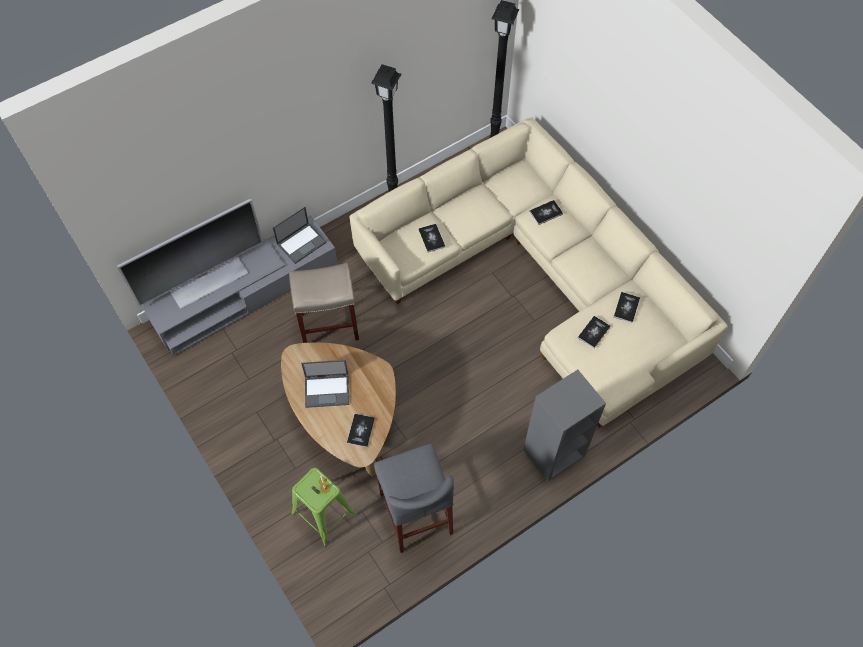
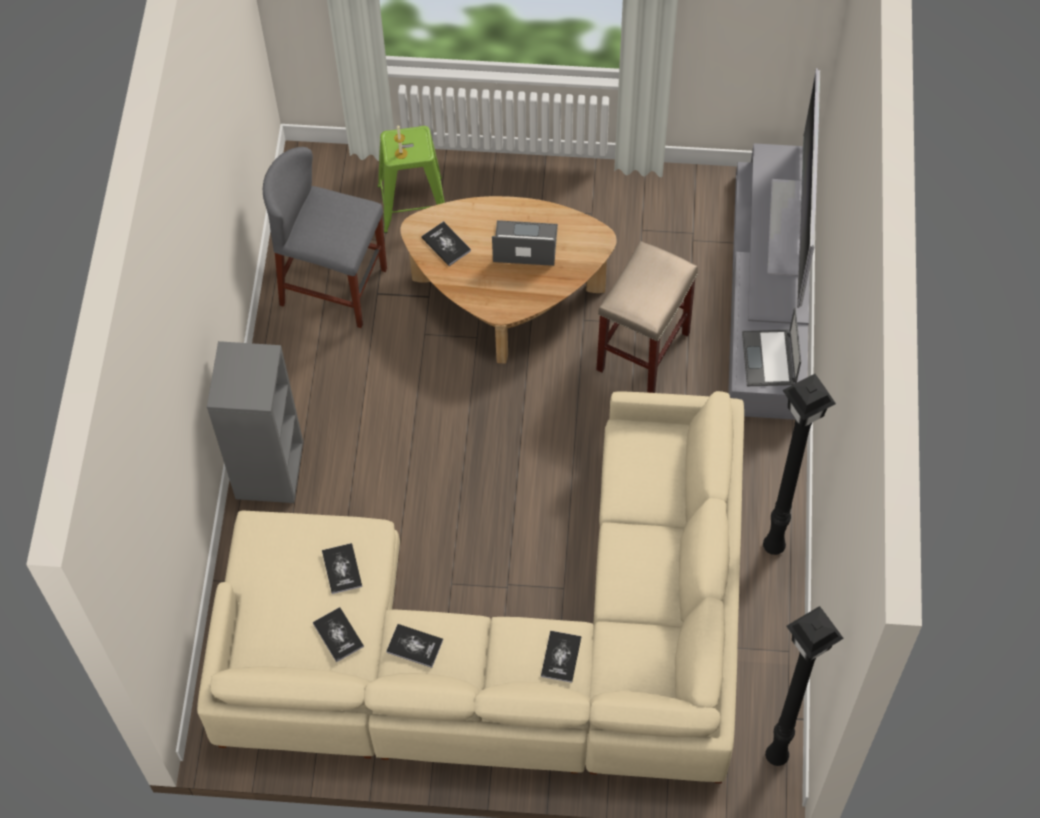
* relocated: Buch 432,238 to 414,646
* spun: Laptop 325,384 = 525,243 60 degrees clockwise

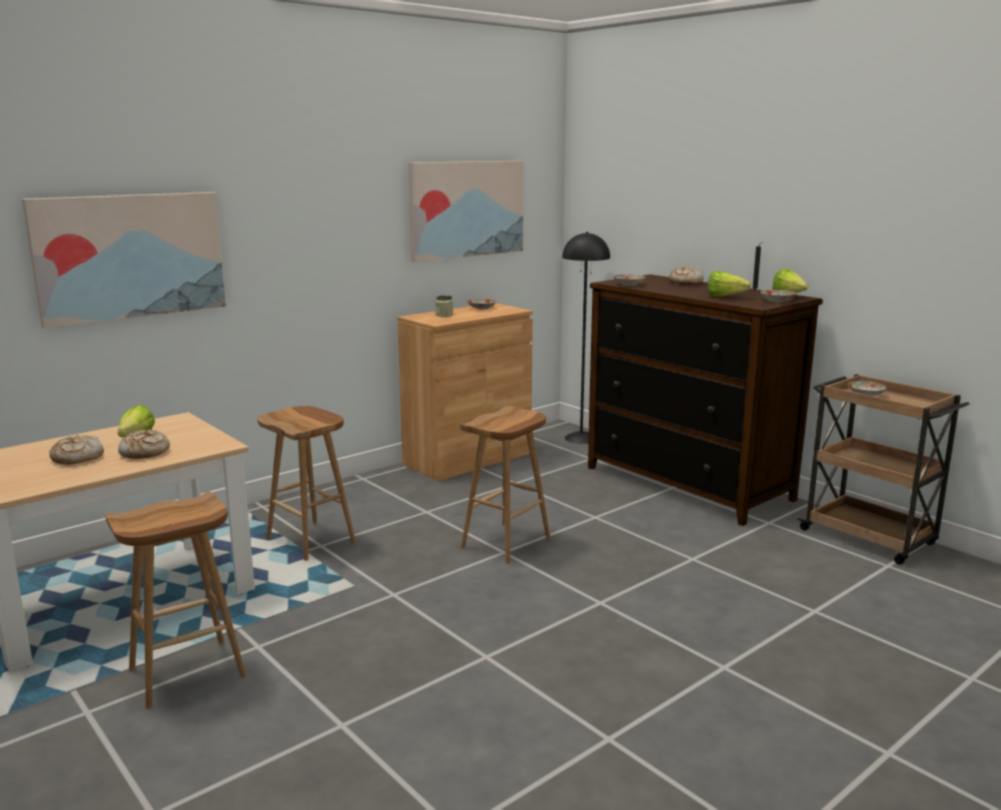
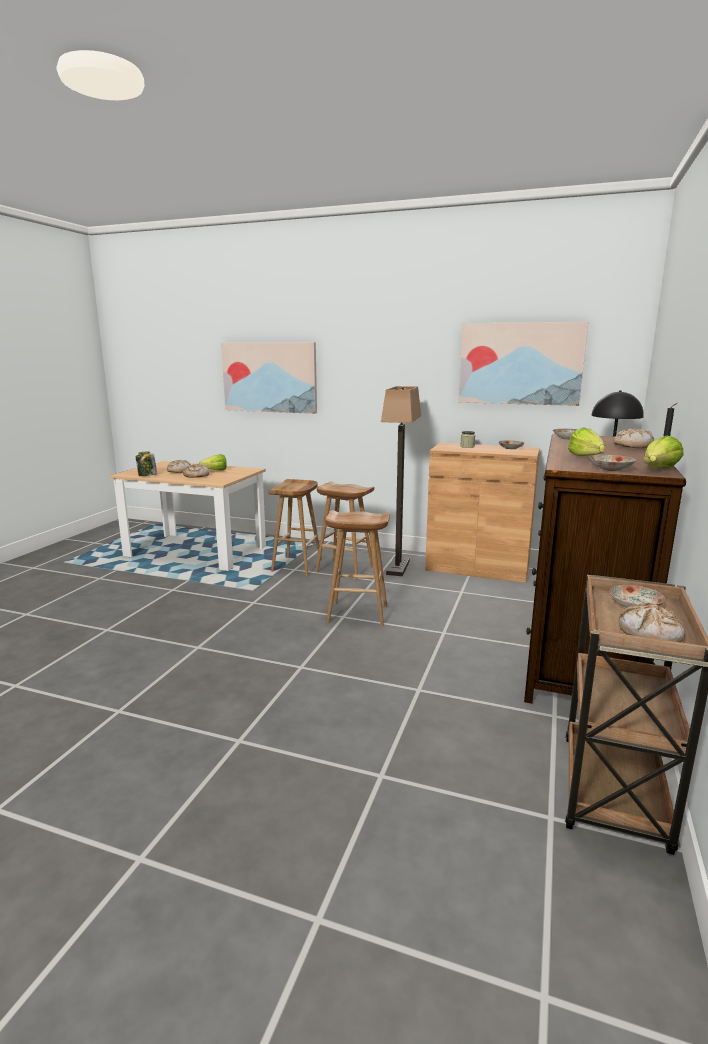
* relocated: Hocker/braun 175,600 to 344,531
* appeared: Stehlampe 401,481
* appeared: Vorratsglas 146,463
* appeared: Brot 652,622

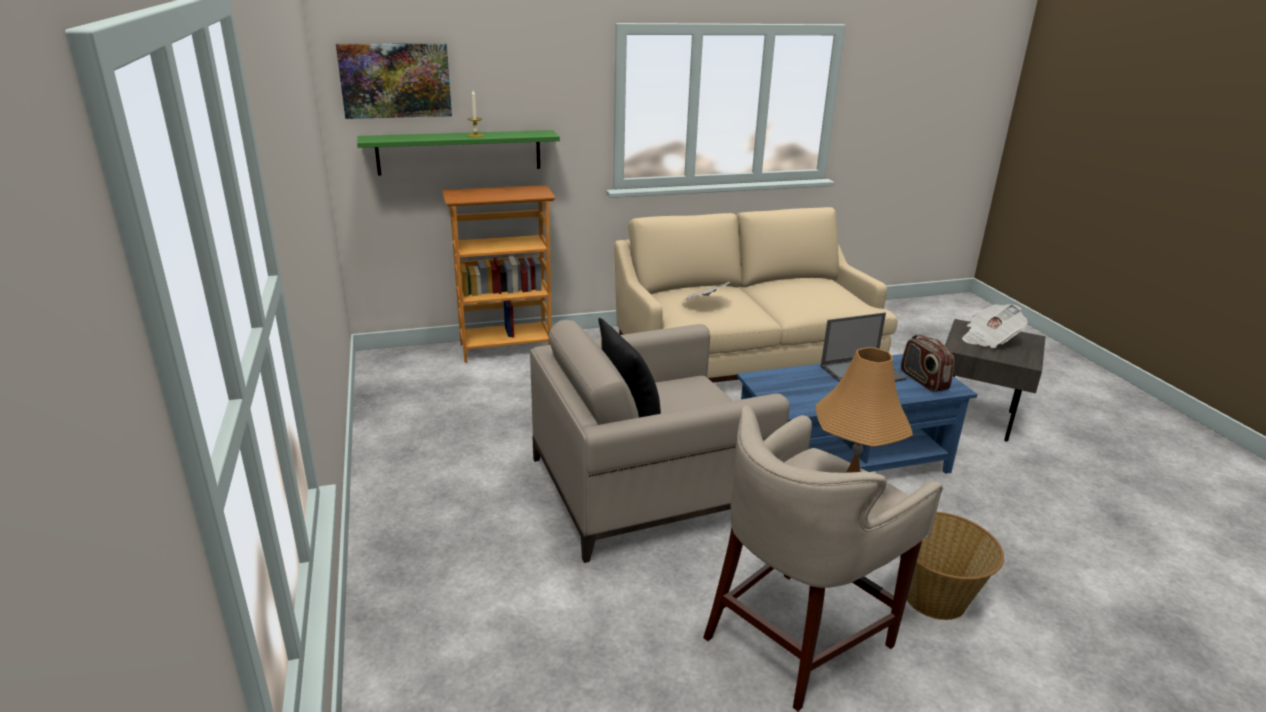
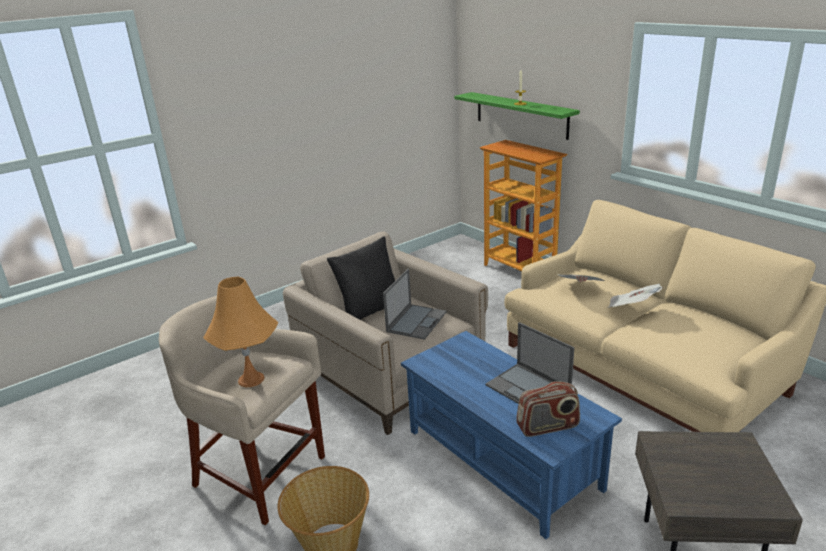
* missing: Bild 394,81
* relocated: Zeitung 995,326 to 635,296
* spun: Radio 927,363 = 548,409 150 degrees counterclockwise
* appeared: Laptop 415,304

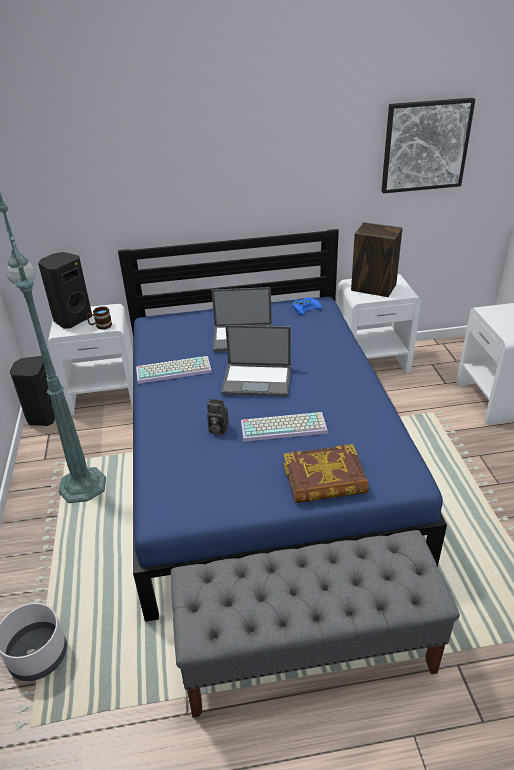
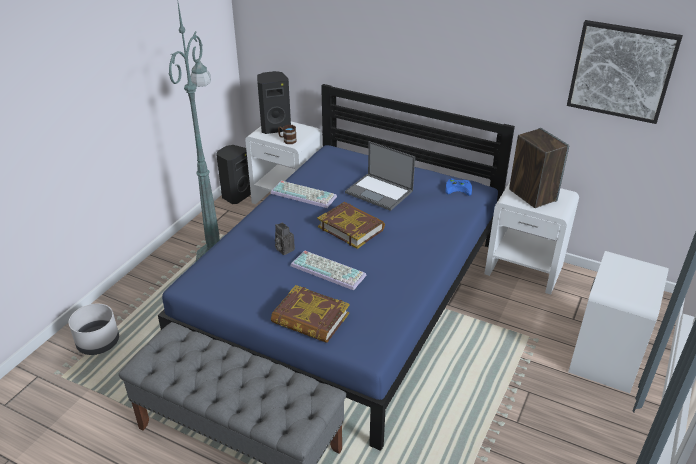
* exchanged: Laptop 256,361 to Buch 351,225

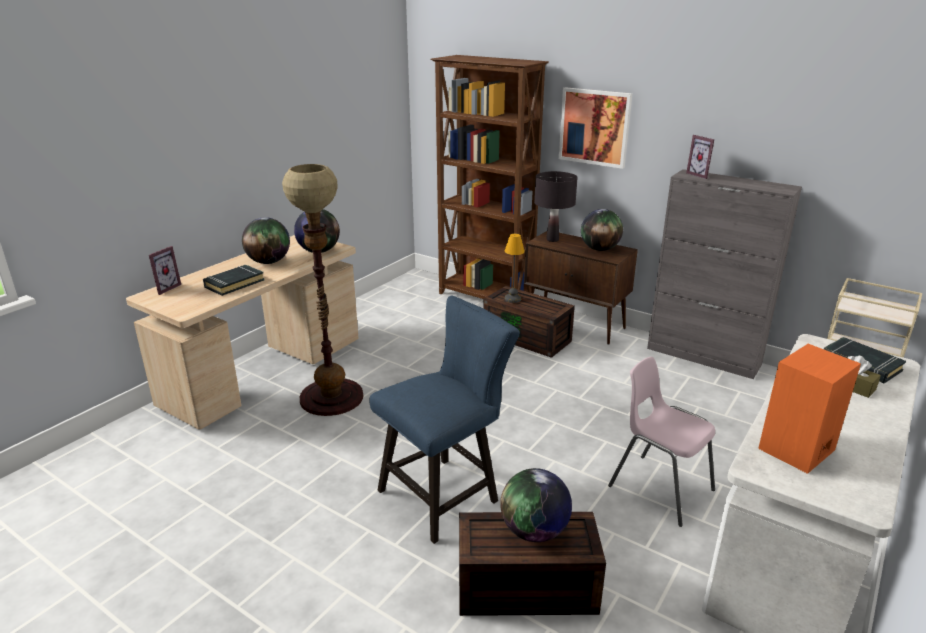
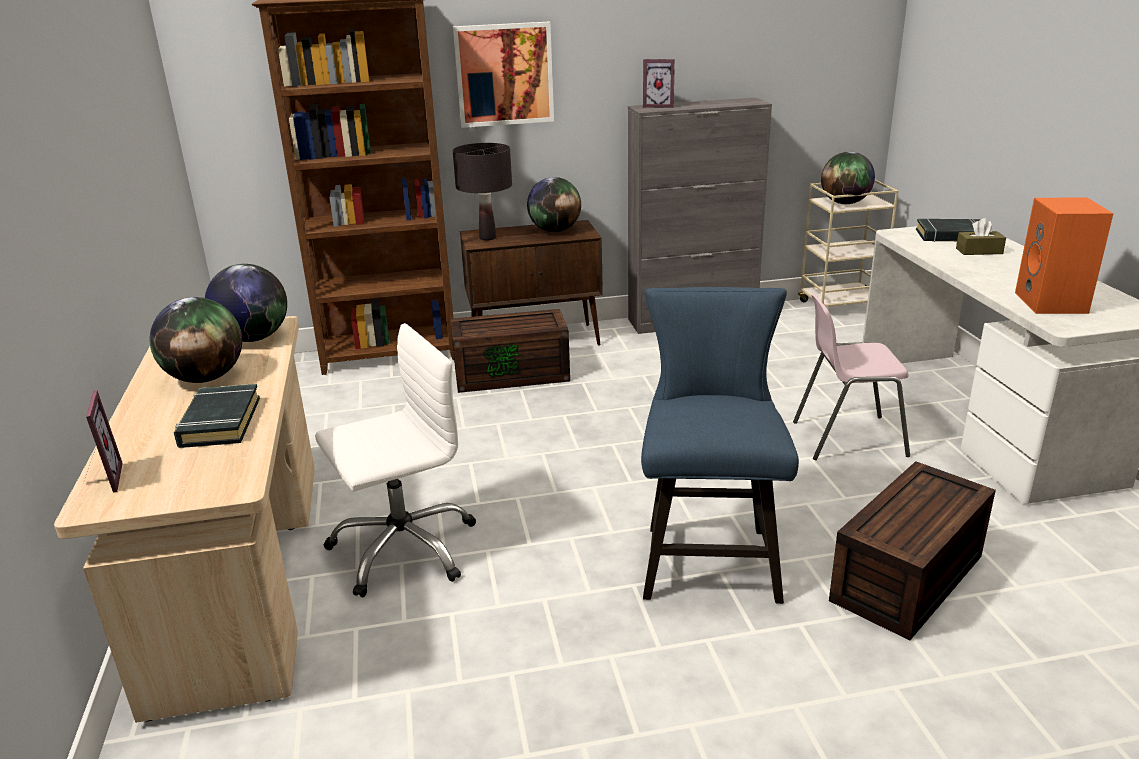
* exchanged: Stehlampe 323,290 to Bürostuhl/weiß 395,460
* missing: Tischlampe 515,268
* relocated: Globus 536,505 to 848,178

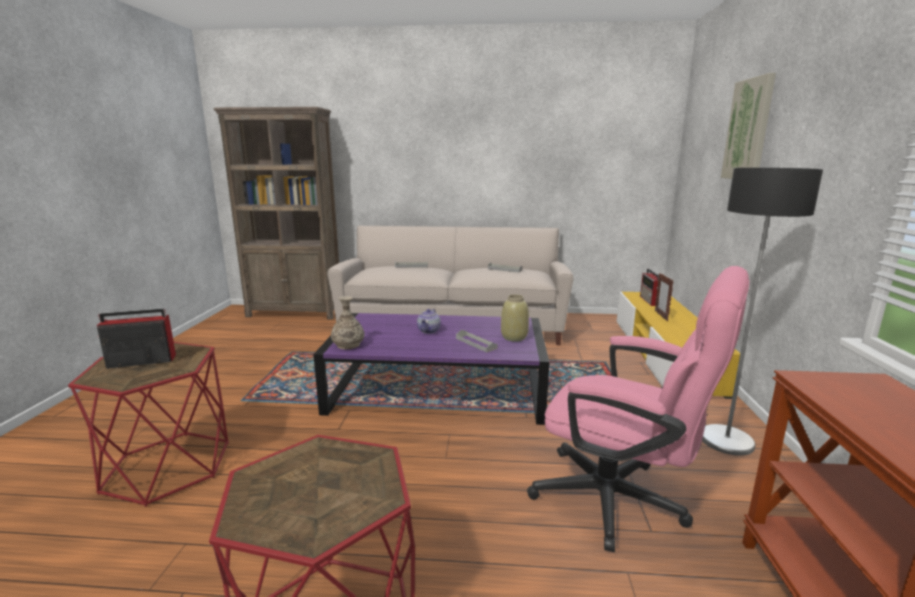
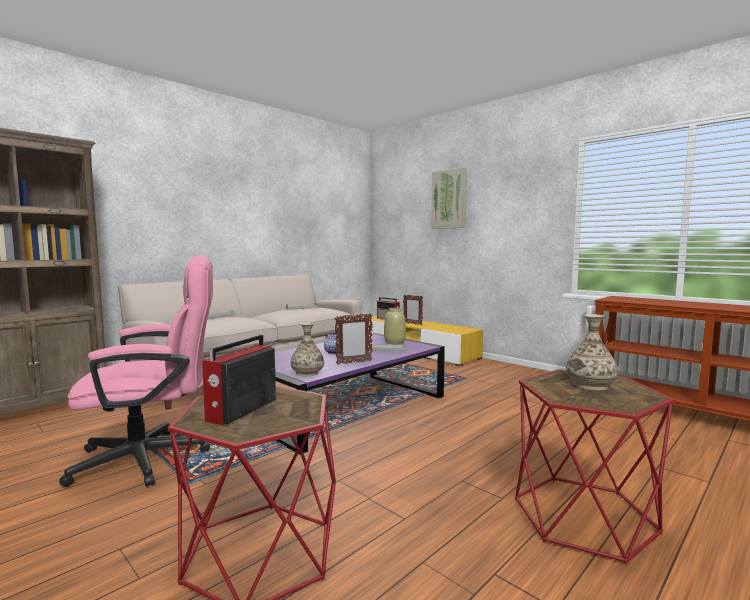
* missing: Stehlampe 762,312
* relocated: Bürostuhl/rosa 638,409 to 136,371
* appeared: Bilderrahmen 354,339
* appeared: Vase 592,352

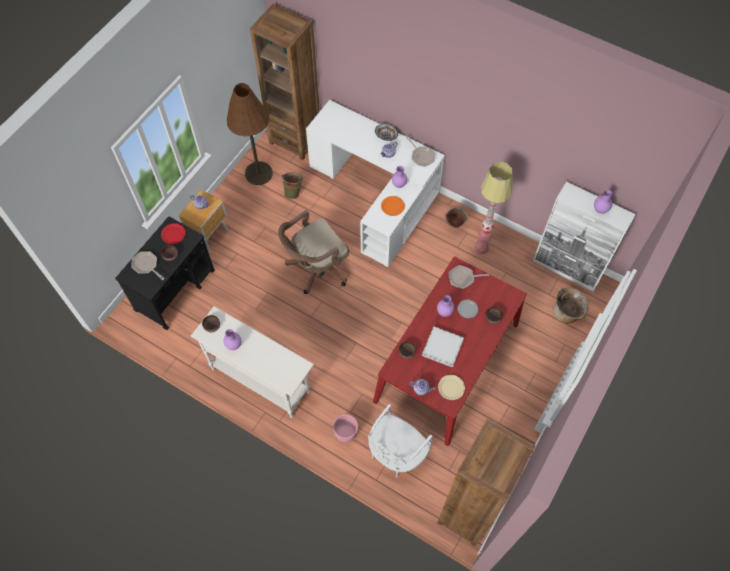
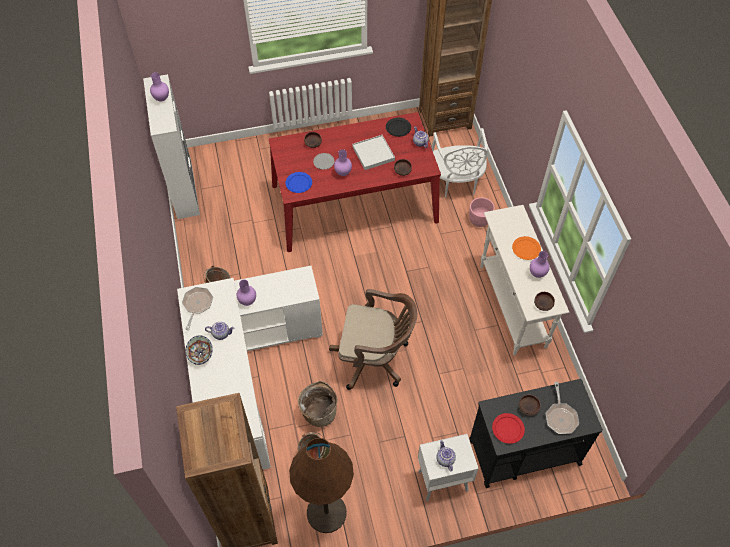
* missing: Stehlampe 494,208
* colour: Nachttisch/braun 204,221 to Nachttisch/weiß 448,467
* relocated: Teller/orange 393,206 to 526,248
* exchanged: Pfanne 469,277 to Teller/blau 299,182
* relocated: Korb 571,306 to 318,404
* colour: Teller/beige 451,387 to Teller/schwarz 398,127
* spun: Stuhl/weiß 400,440 = 459,163 90 degrees clockwise

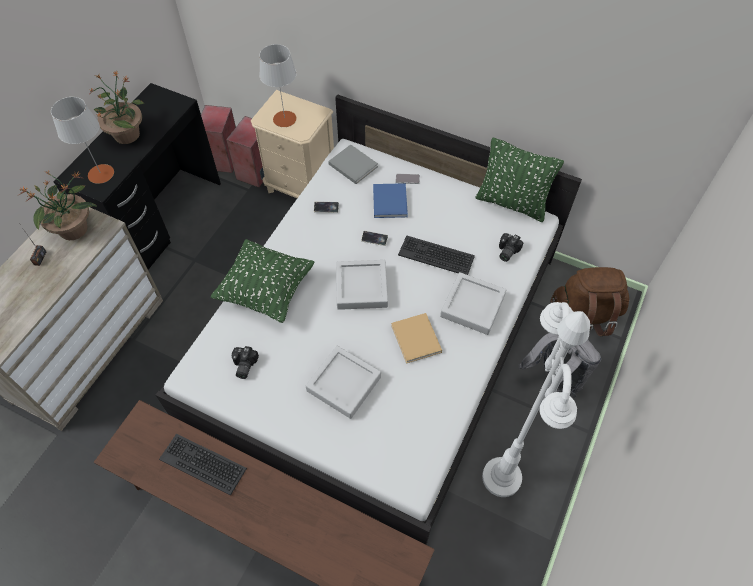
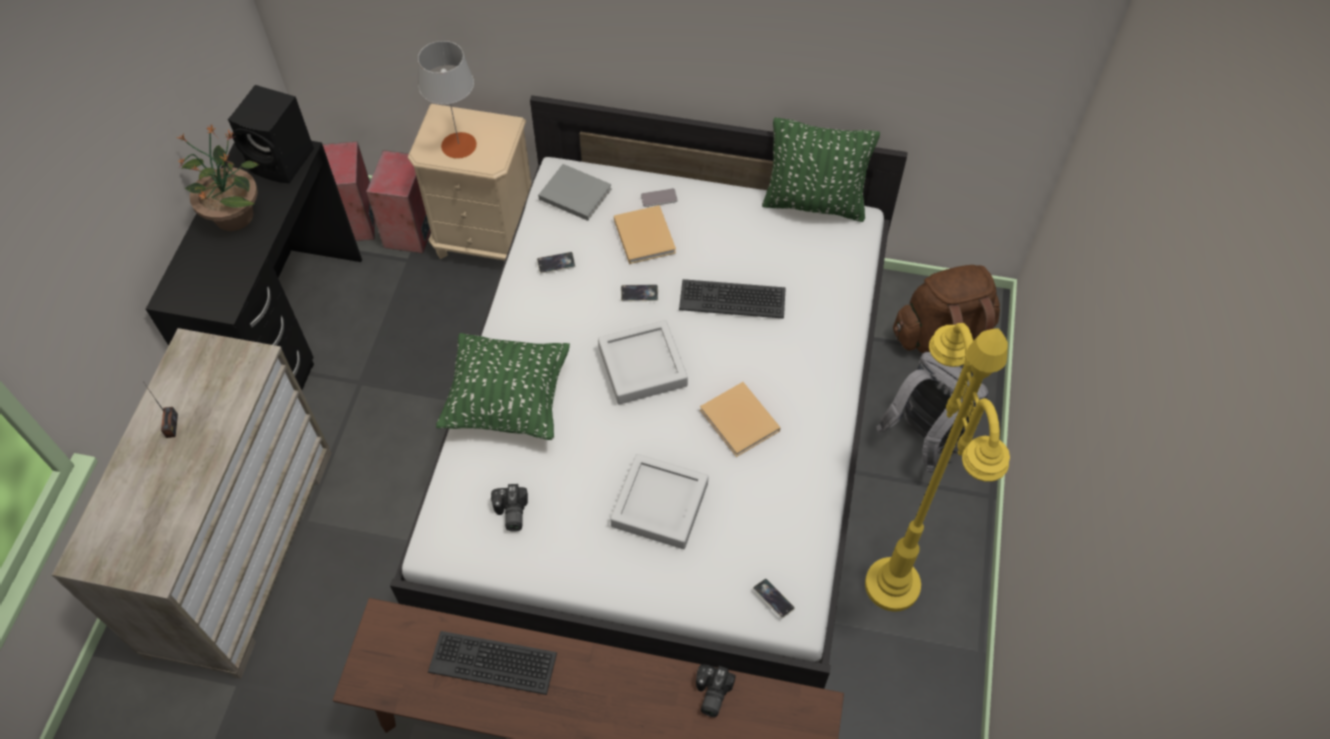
* missing: Tischlampe/grau 82,140
* missing: Topfpflanze 58,205
* colour: Buch/blau 390,200 to Buch/beige 645,234
* relocated: Kamera 511,247 to 716,690
* missing: Tablett/grau 473,303
* colour: Stehlampe/weiß 536,399 to Stehlampe/gelb 937,467
* appeared: Lautsprecher/schwarz 271,134
* appeared: Handy 774,598

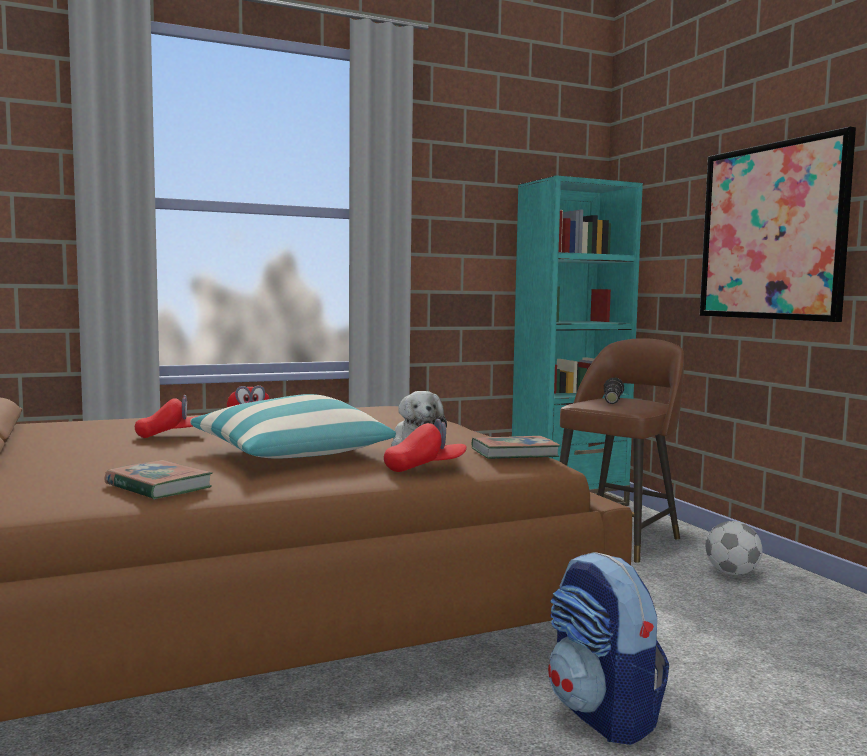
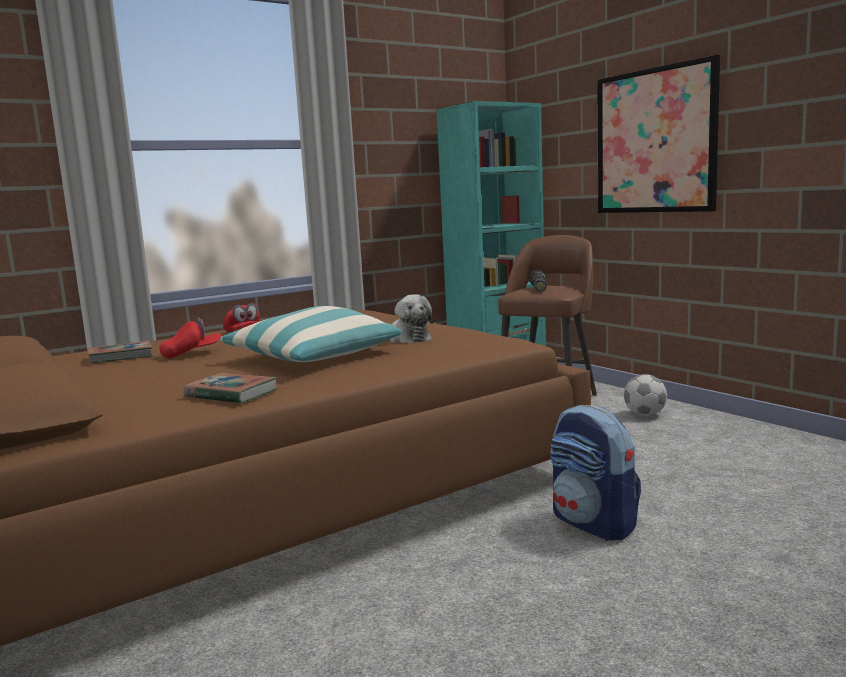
* missing: Kappe/rot 425,445
* relocated: Buch 516,447 to 121,352

